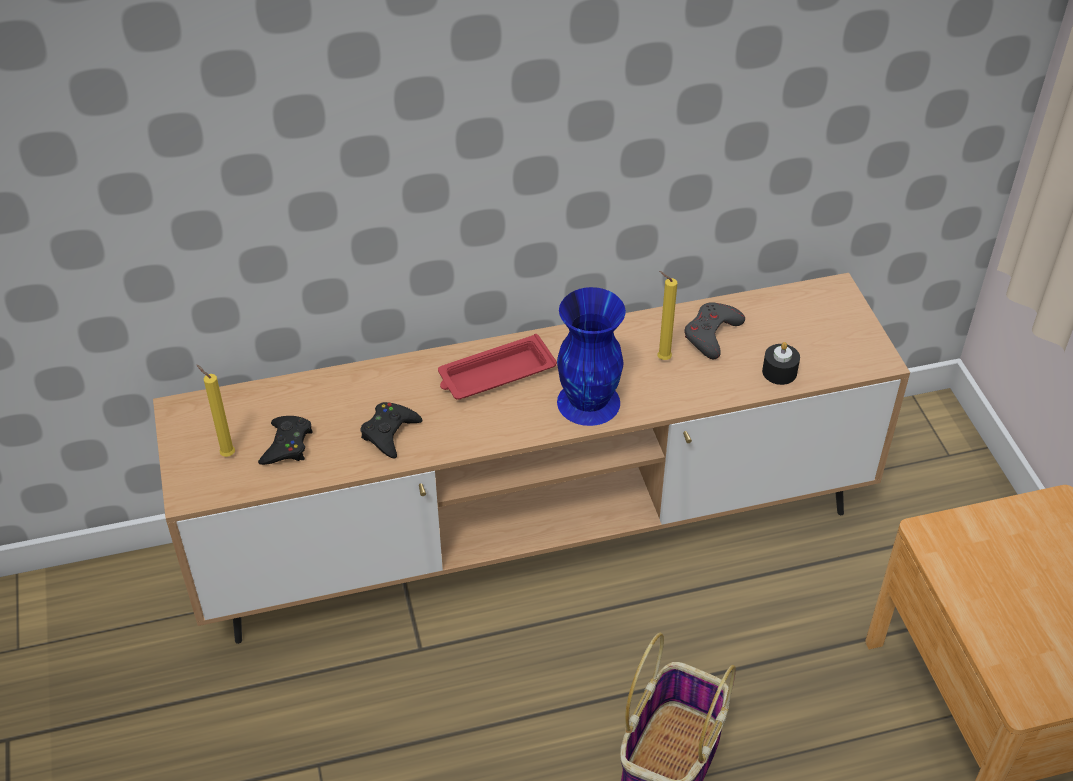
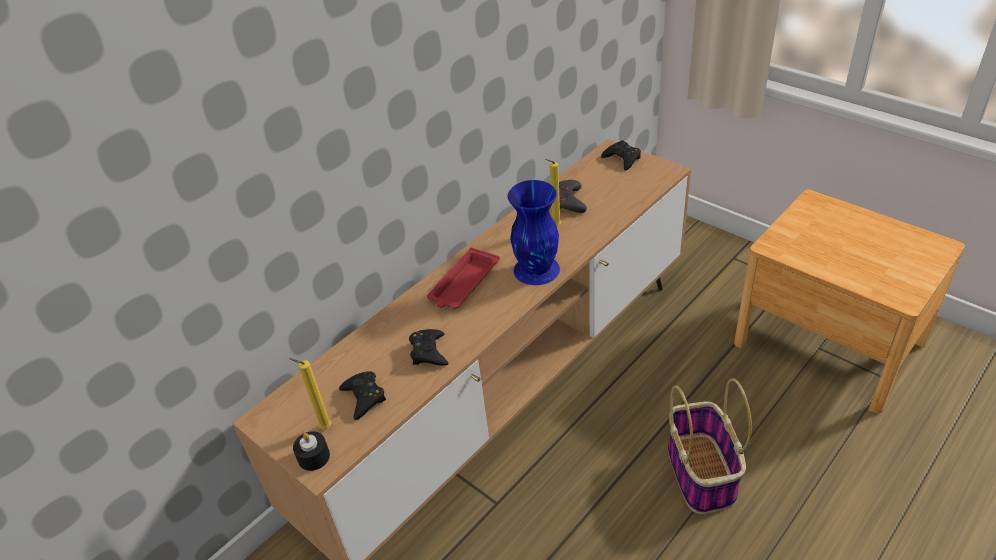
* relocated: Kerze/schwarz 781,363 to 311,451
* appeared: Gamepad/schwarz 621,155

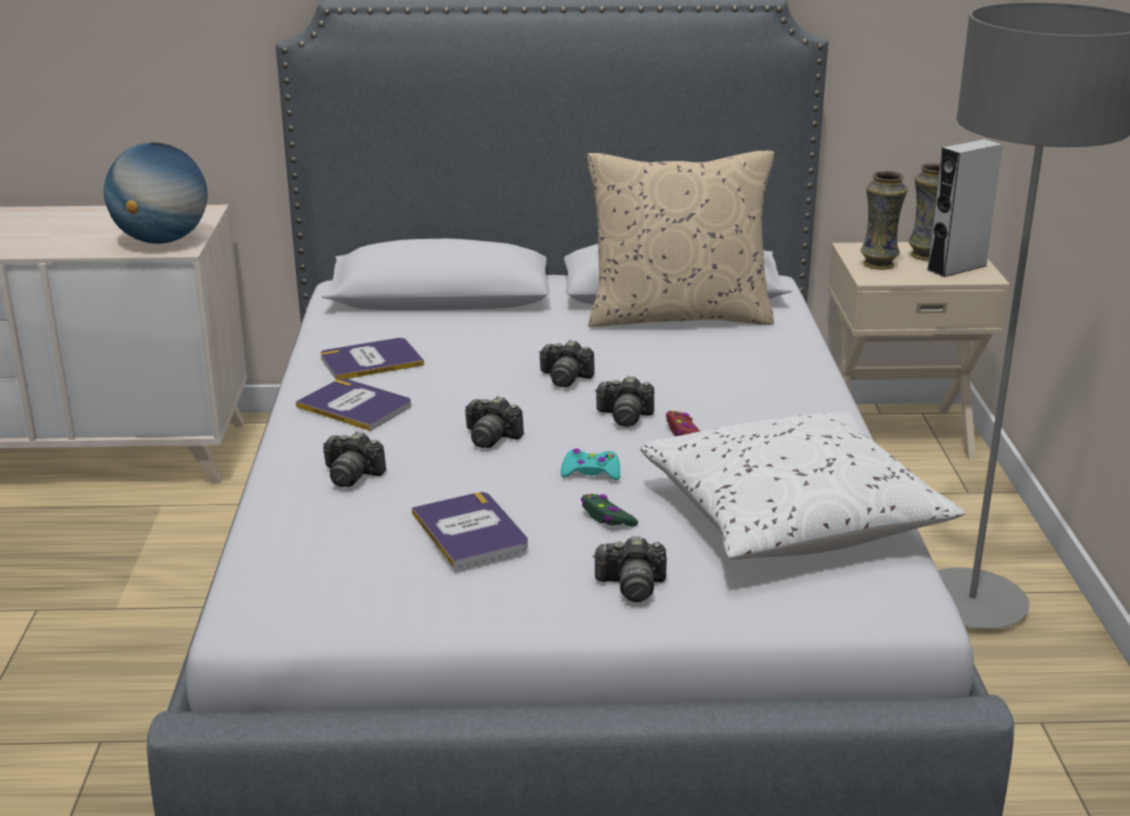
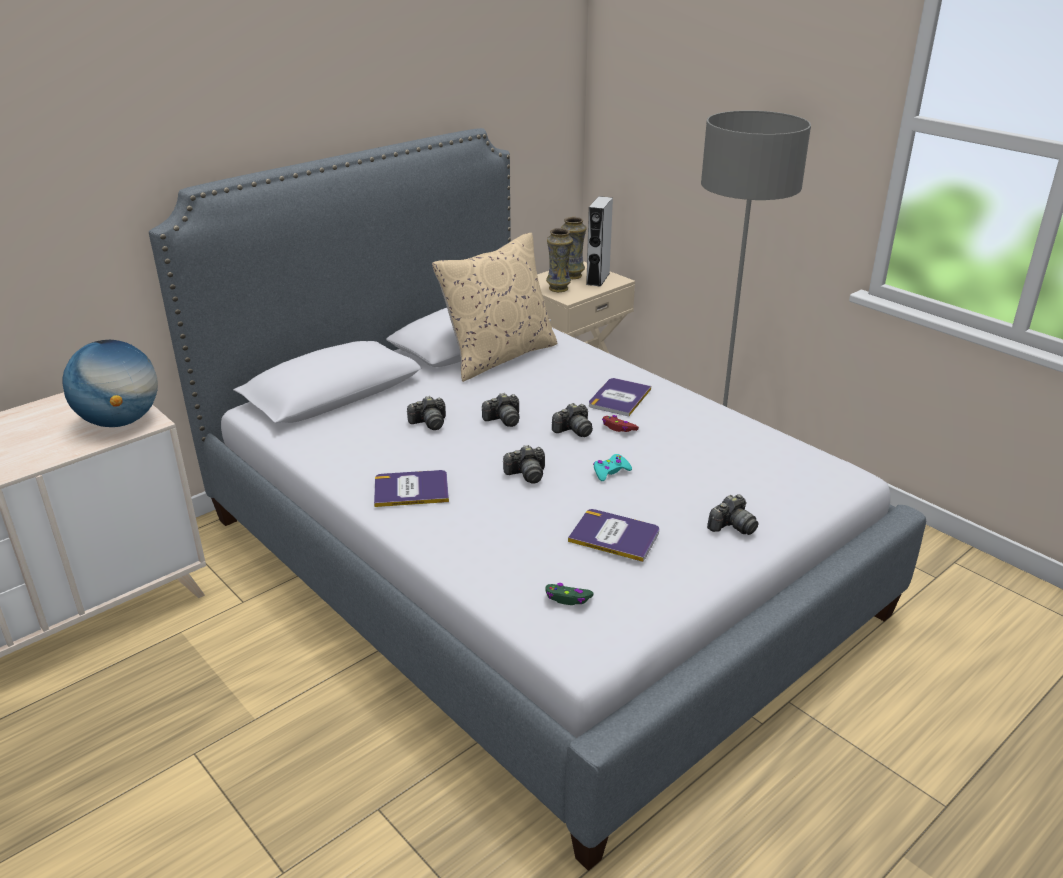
* relocated: Buch 372,359 to 620,397
* missing: Kissen/weiß 802,485
* relocated: Kamera 354,459 to 426,413
* relocated: Gamepad/grün 609,510 to 569,594

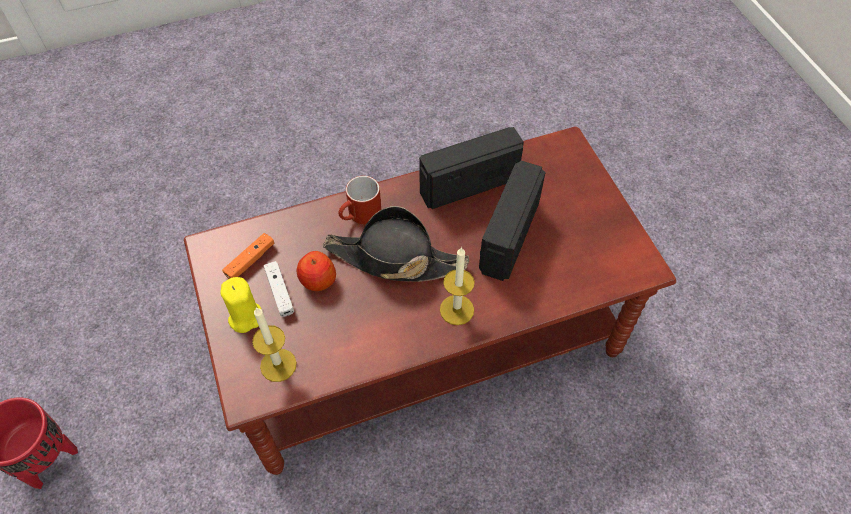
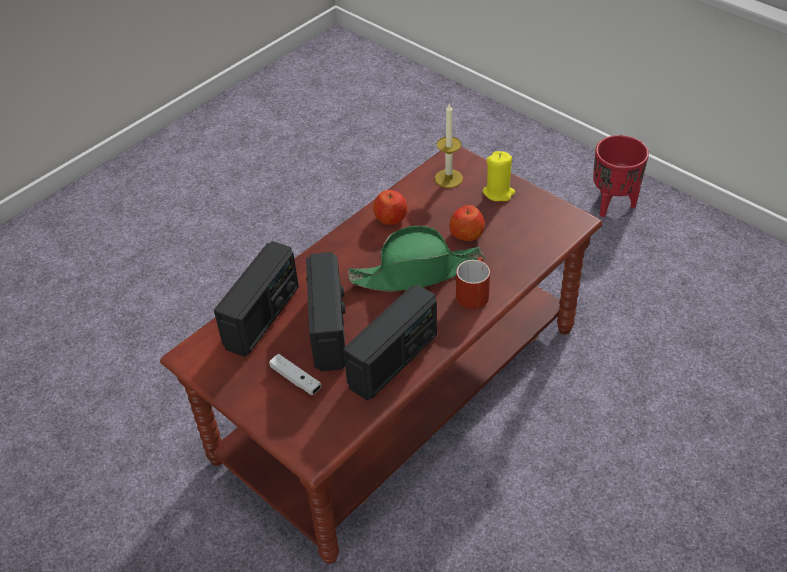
* colour: Hut/schwarz 396,244 to Hut/grün 416,259
* missing: Gamepad/orange 248,256
* missing: Kerze 457,286
* relocated: Gamepad/weiß 279,289 to 295,374
* appeared: Apfel 390,207
* appeared: Radio 256,299

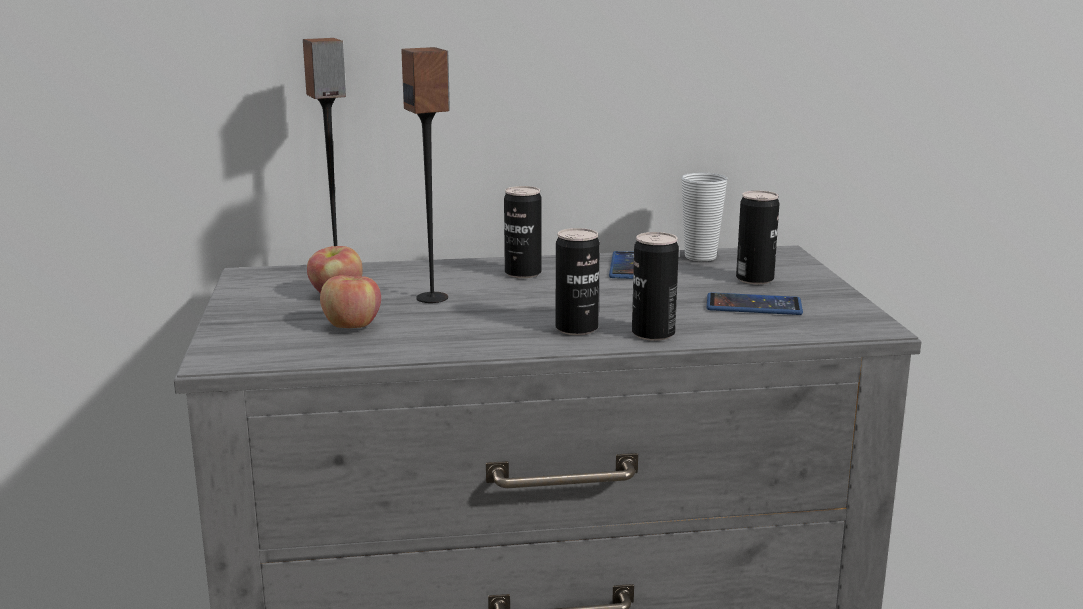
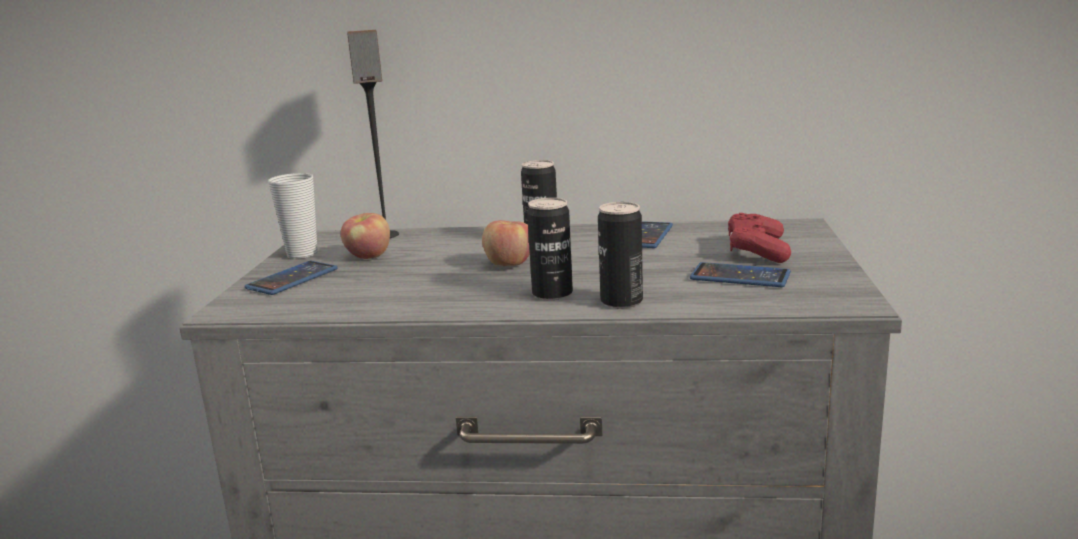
* missing: Lautsprecher 425,175
* relocated: Tasse 704,217 to 293,216
* exchanged: Dose 757,237 to Gamepad/rot 759,238
* relocated: Apfel 350,301 to 506,243
* appeared: Handy 291,278

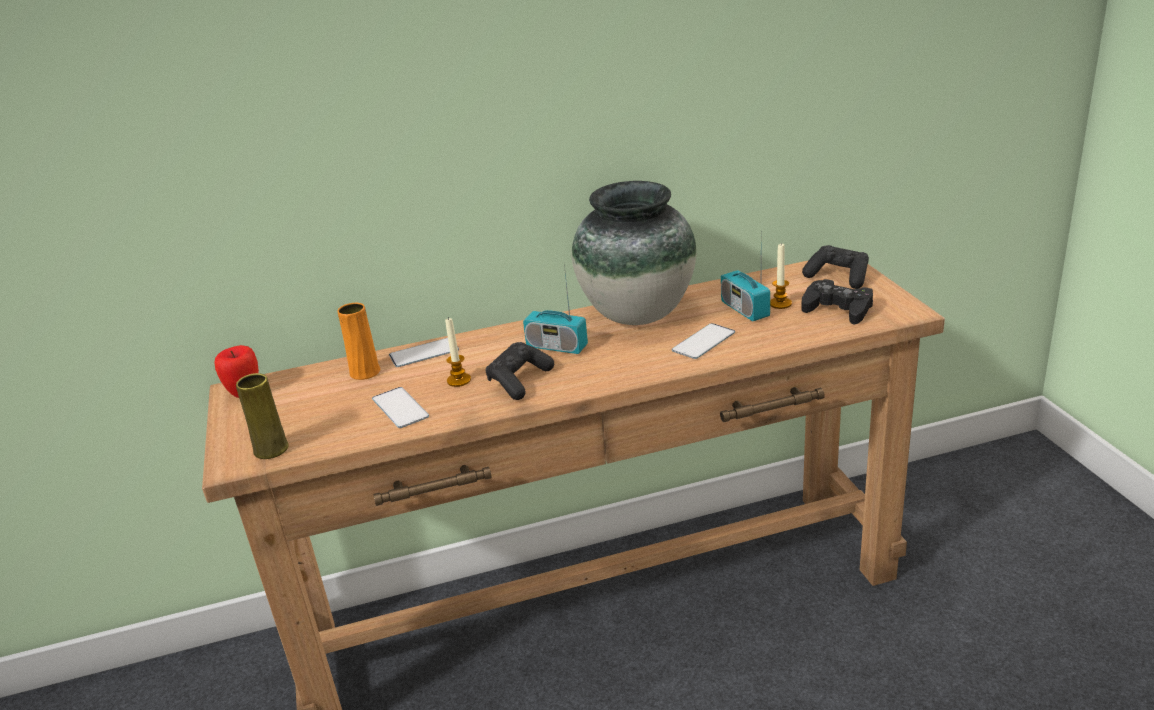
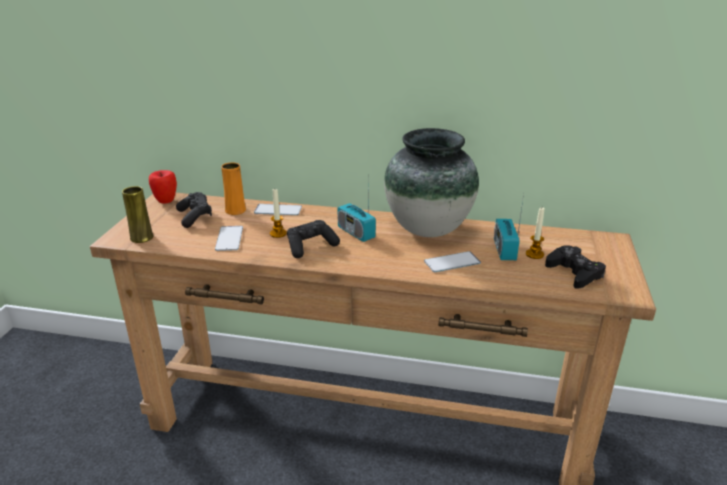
* relocated: Gamepad/schwarz 835,267 to 194,210

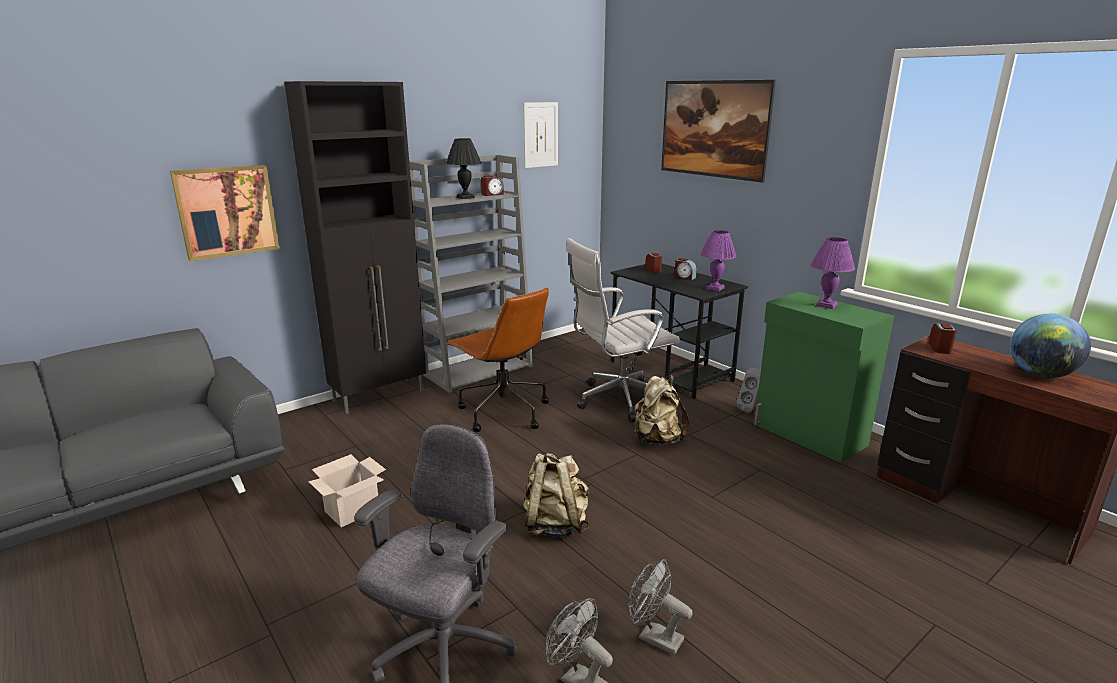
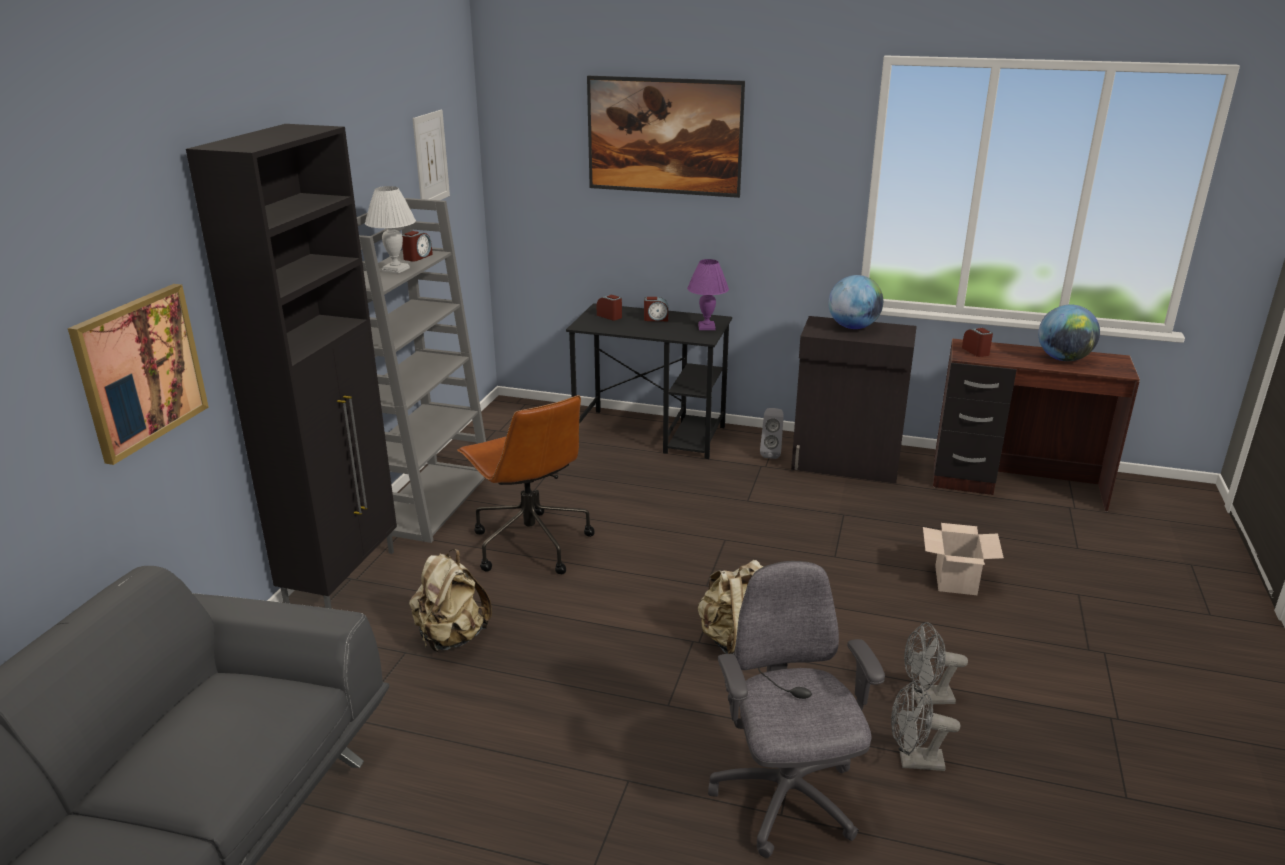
* colour: Tischlampe/schwarz 463,168 to Tischlampe/weiß 390,229
* exchanged: Tischlampe/lila 833,273 to Globus 855,302
* missing: Bürostuhl/weiß 623,330
* spun: Bürostuhl/braun 497,360 = 526,484 45 degrees clockwise
* colour: Schrank/grün 824,377 to Schrank/schwarz 854,400
* relocated: Rucksack/beige 661,410 to 450,600
* relocated: Karton 347,490 to 963,559

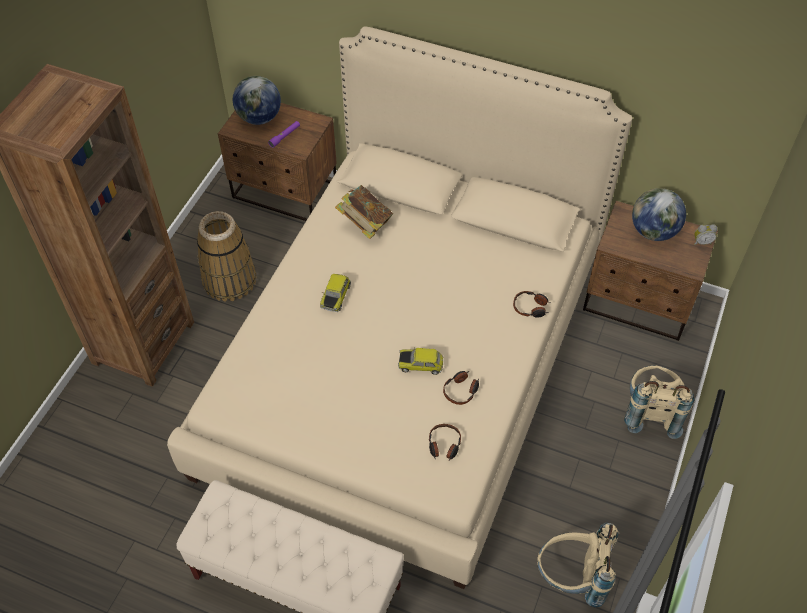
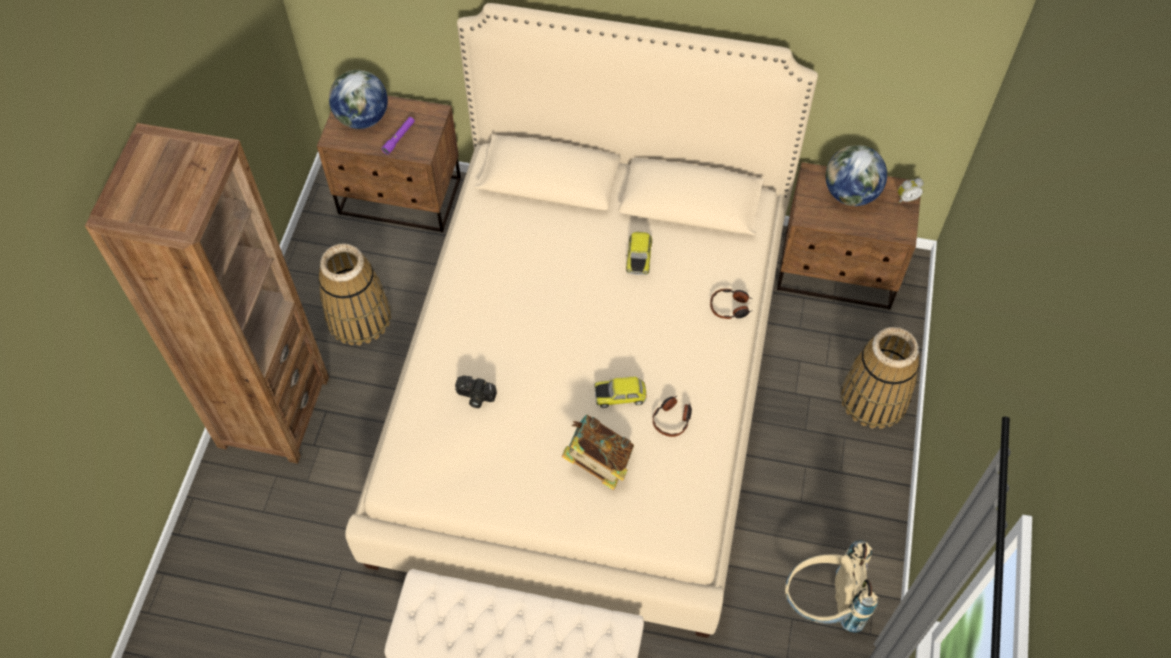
* relocated: Buch 364,212 to 598,452
* relocated: Spielzeugauto 335,293 to 639,253
* exchanged: Rucksack/beige 659,402 to Korb 880,378
* missing: Kopfhörer 445,442
* appeared: Kamera 476,391

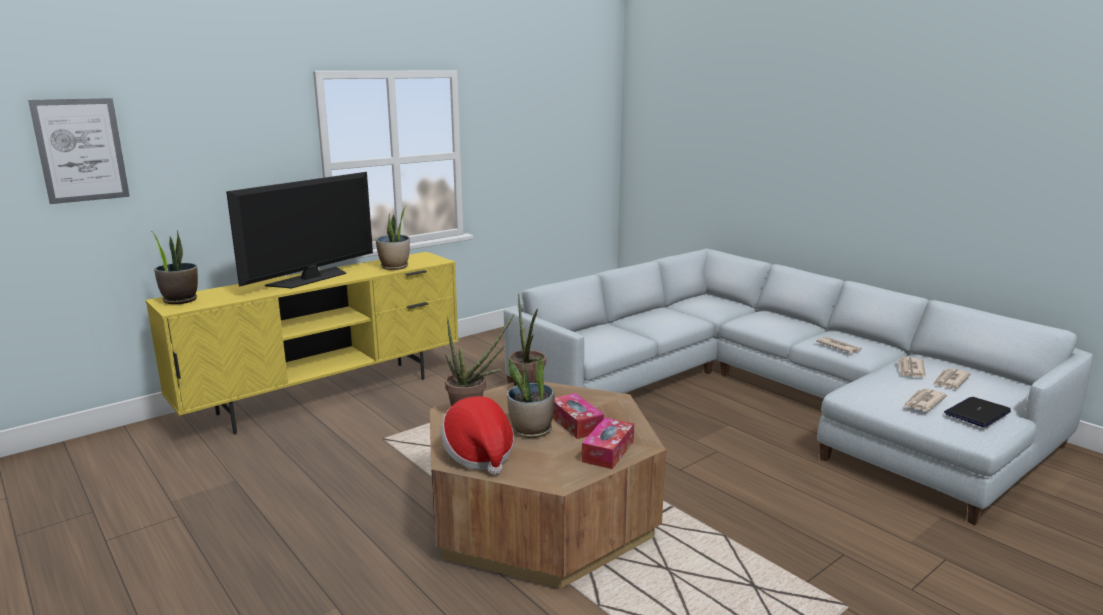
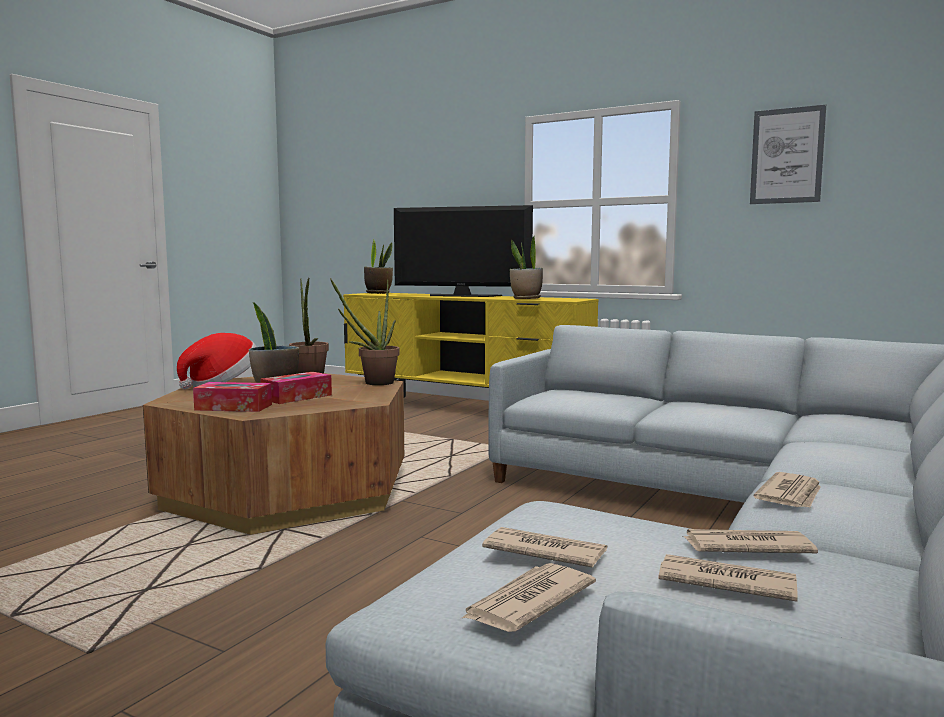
* relocated: Bild 79,151 to 788,154
* exchanged: Laptop 977,412 to Zeitung 529,597

